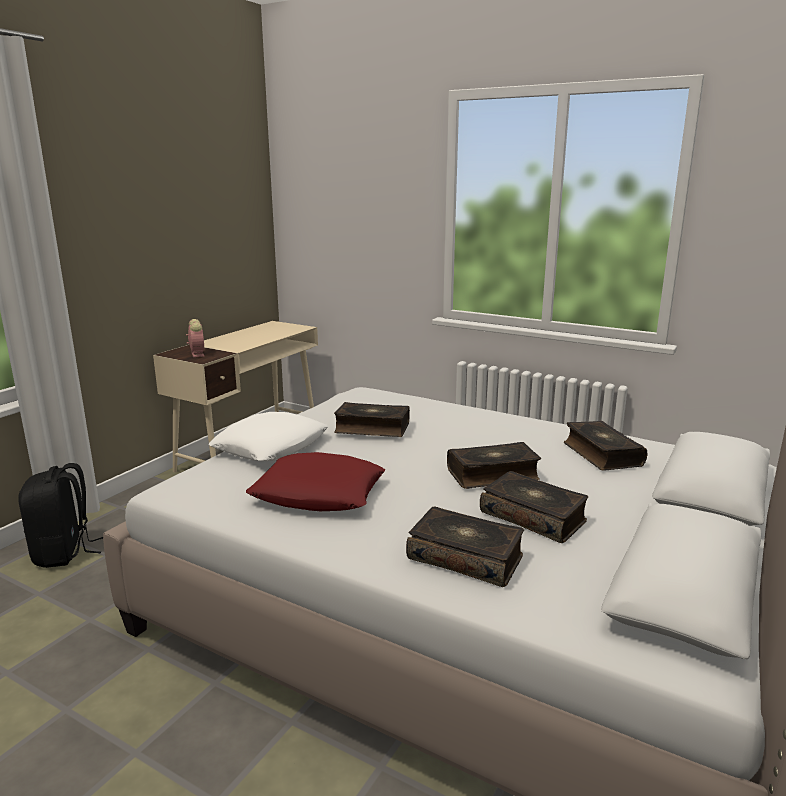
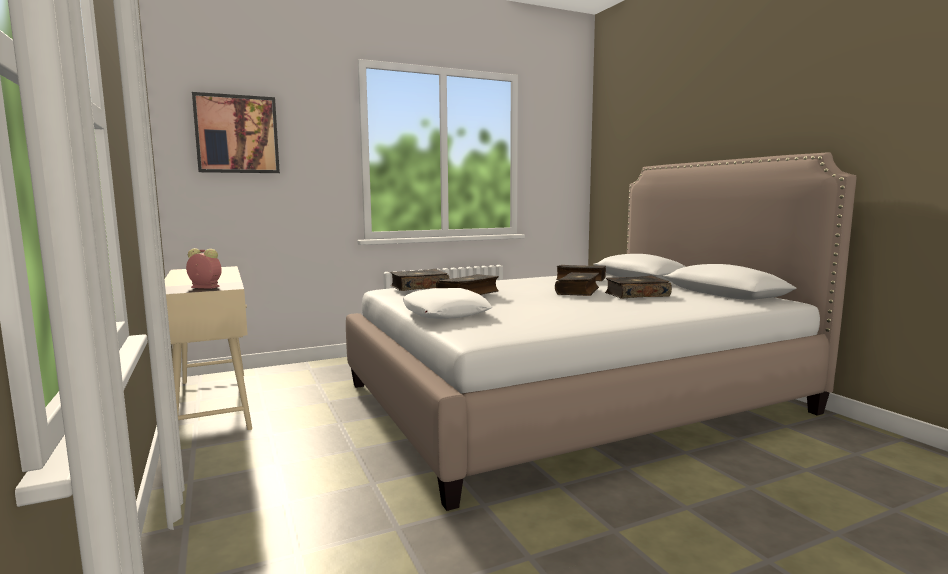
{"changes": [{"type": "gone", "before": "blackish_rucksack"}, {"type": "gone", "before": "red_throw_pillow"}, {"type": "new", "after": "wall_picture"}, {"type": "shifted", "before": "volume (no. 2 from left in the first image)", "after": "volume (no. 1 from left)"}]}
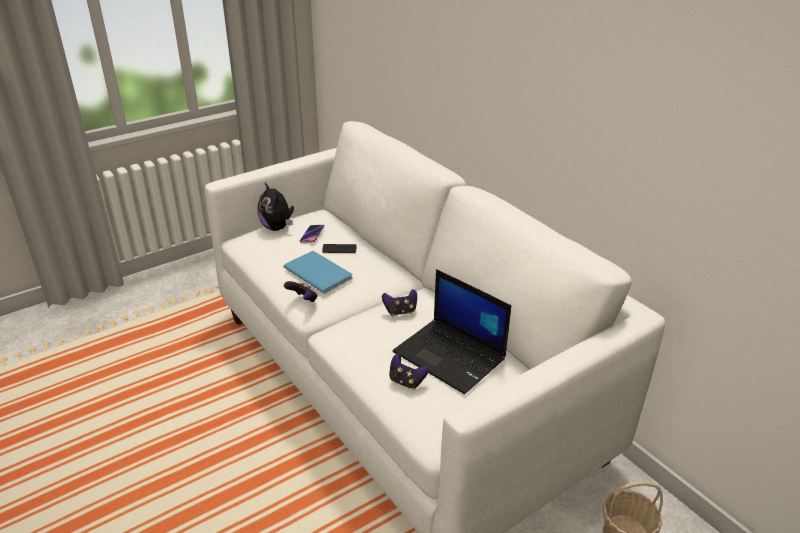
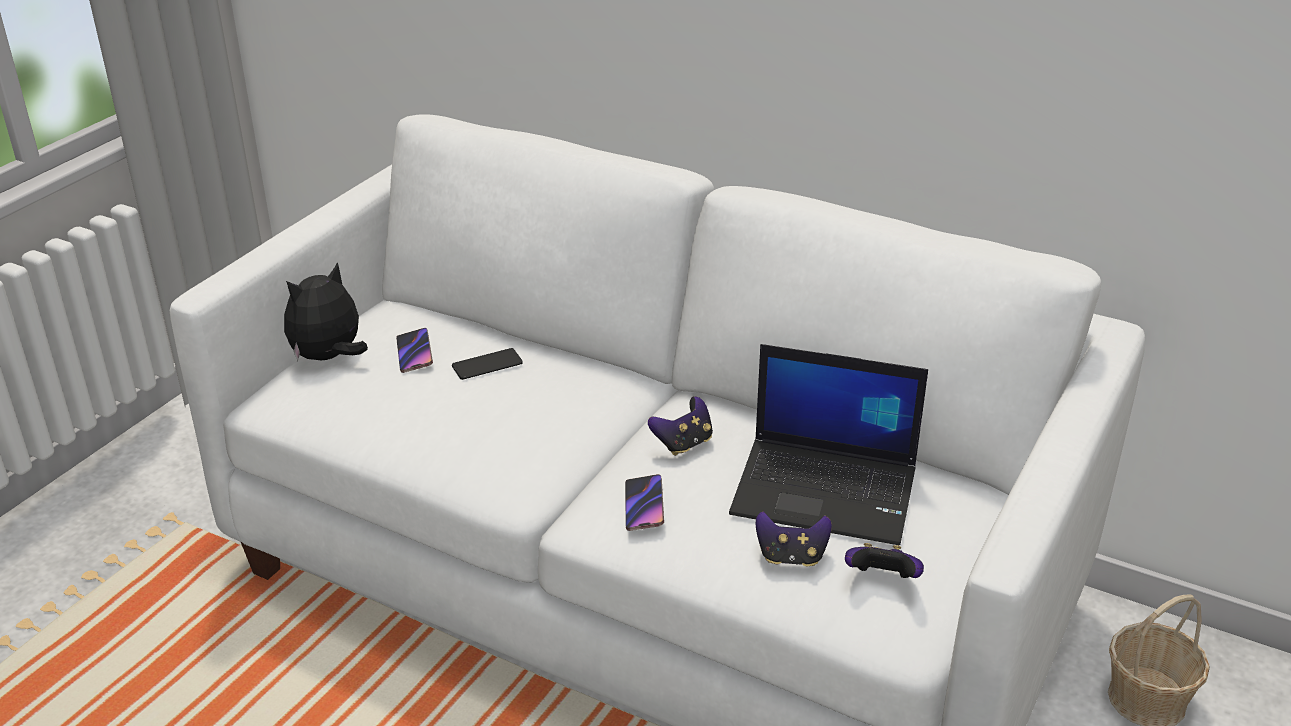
{"changes": [{"type": "gone", "before": "bluish_volume"}, {"type": "new", "after": "phone (no. 3 from left)"}, {"type": "shifted", "before": "game_controller (no. 1 from left in the first image)", "after": "game_controller (no. 3 from left)"}, {"type": "rotated", "before": "soft_toy", "turn": 105}]}
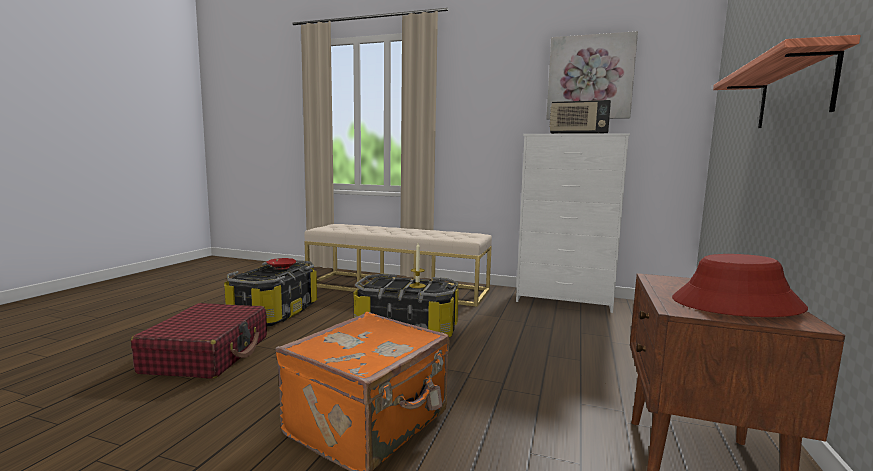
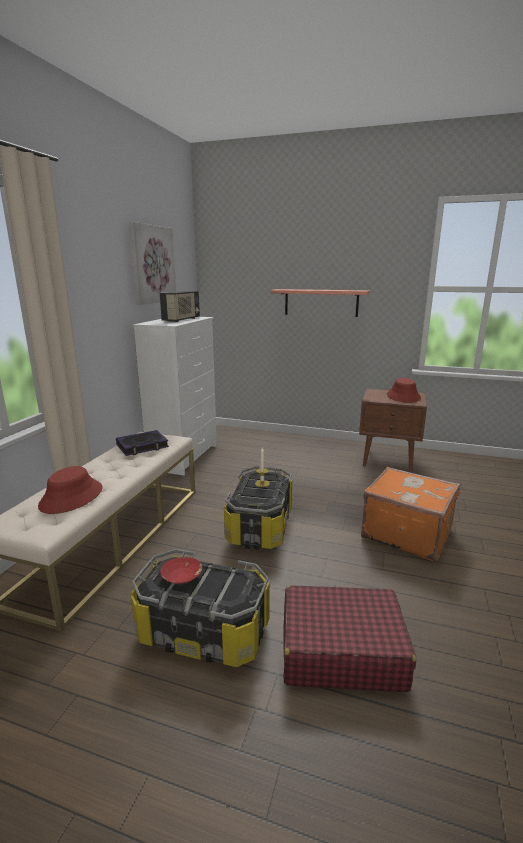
{"changes": [{"type": "new", "after": "red_clothing_hat (no. 1 from left)"}, {"type": "new", "after": "volume"}]}
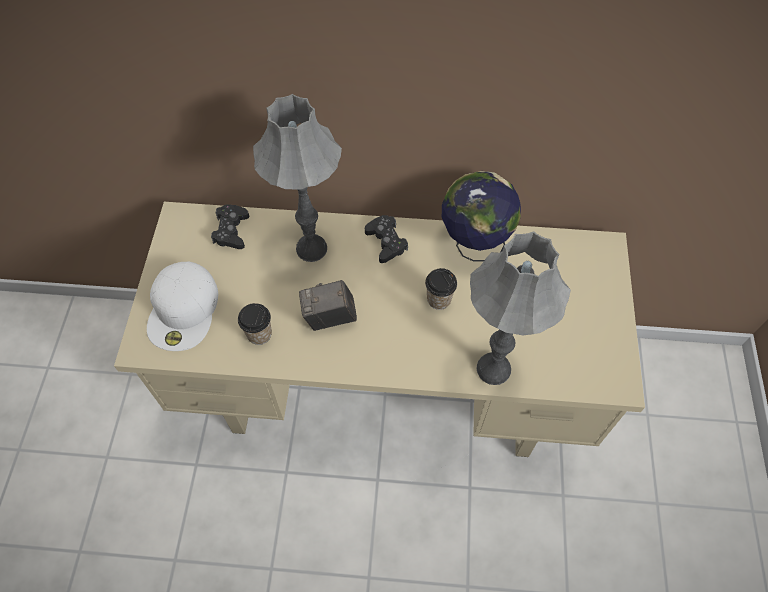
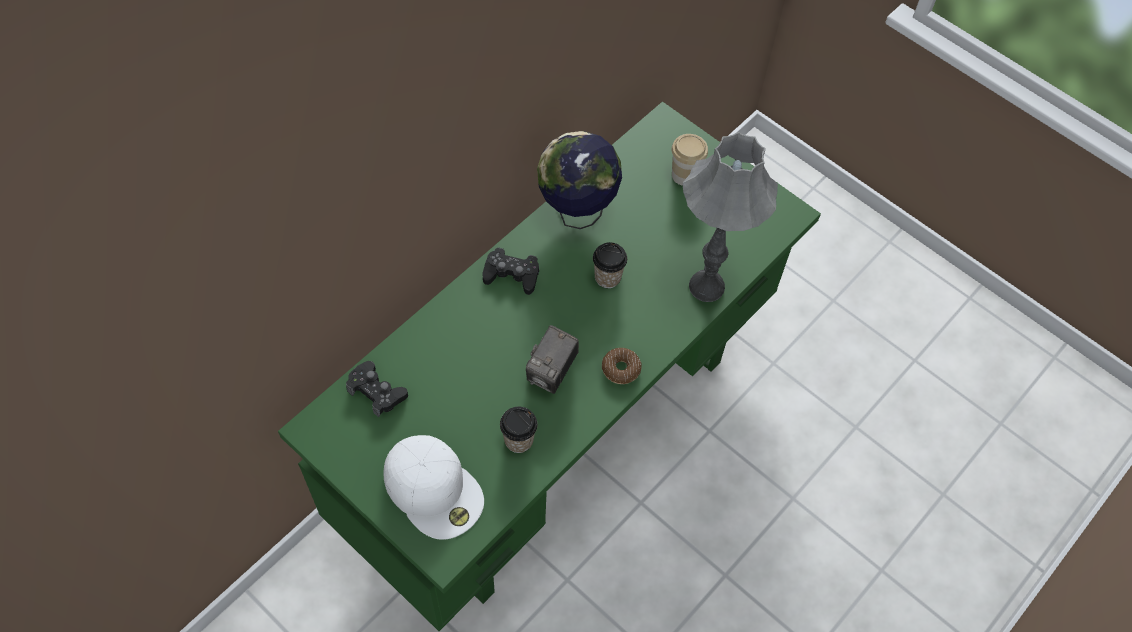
{"changes": [{"type": "gone", "before": "gray_tabletop_lamp (no. 1 from left)"}, {"type": "new", "after": "donut"}, {"type": "new", "after": "small_cup (no. 3 from left)"}, {"type": "repainted", "before": "sand-coloured_desk_unit", "after": "greenish_desk_unit"}]}
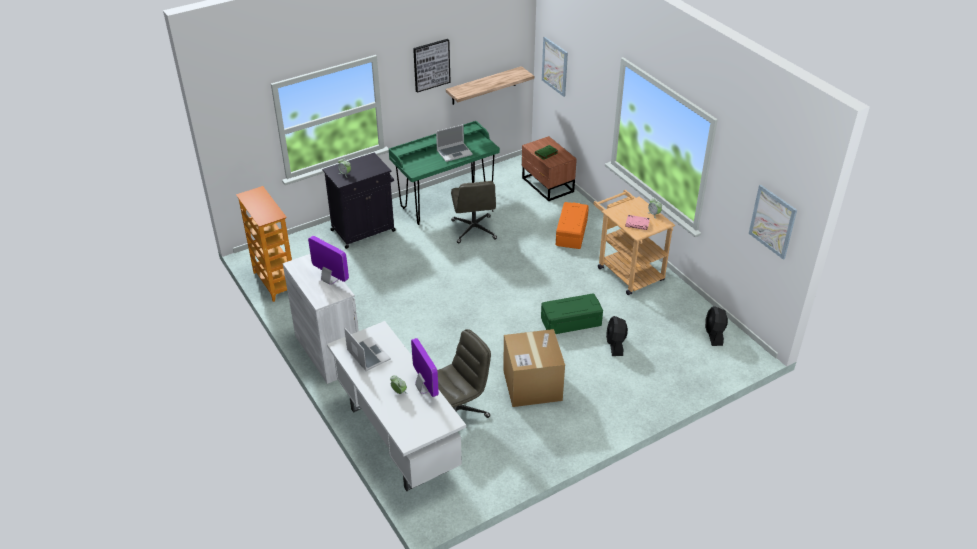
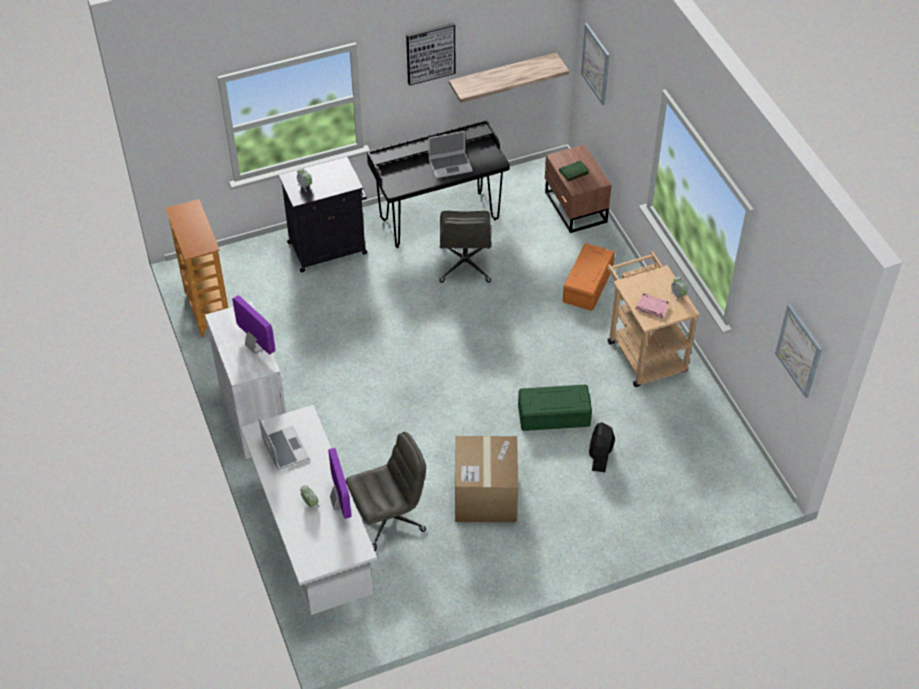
{"changes": [{"type": "gone", "before": "blackish_cooling_fan (no. 2 from left)"}, {"type": "repainted", "before": "greenish_desk_unit", "after": "blackish_desk_unit"}]}
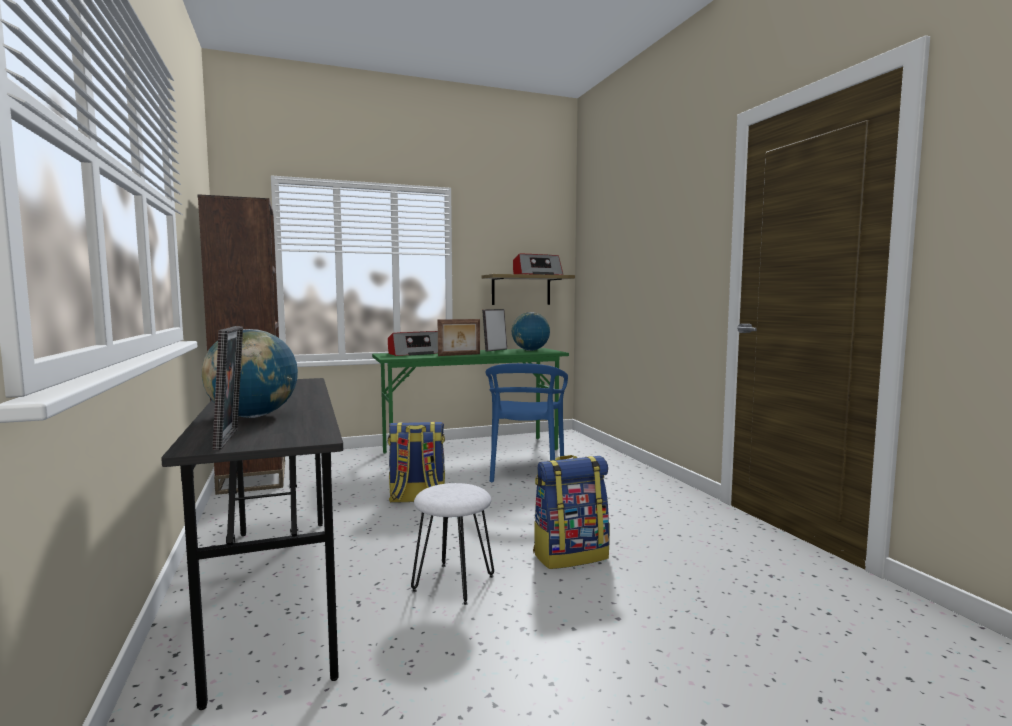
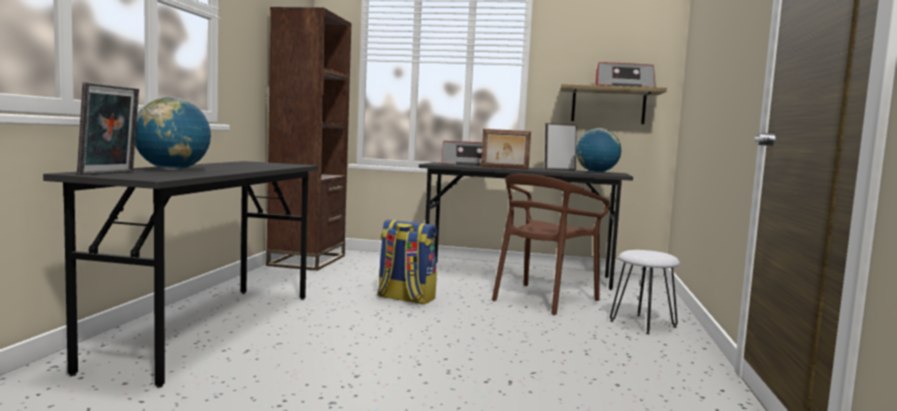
{"changes": [{"type": "gone", "before": "rucksack (no. 2 from left)"}, {"type": "shifted", "before": "whitish_stool"}, {"type": "repainted", "before": "greenish_desk_unit", "after": "gray_desk_unit (no. 2 from left)"}, {"type": "repainted", "before": "bluish_upright_chair", "after": "brown-coloured_upright_chair"}]}
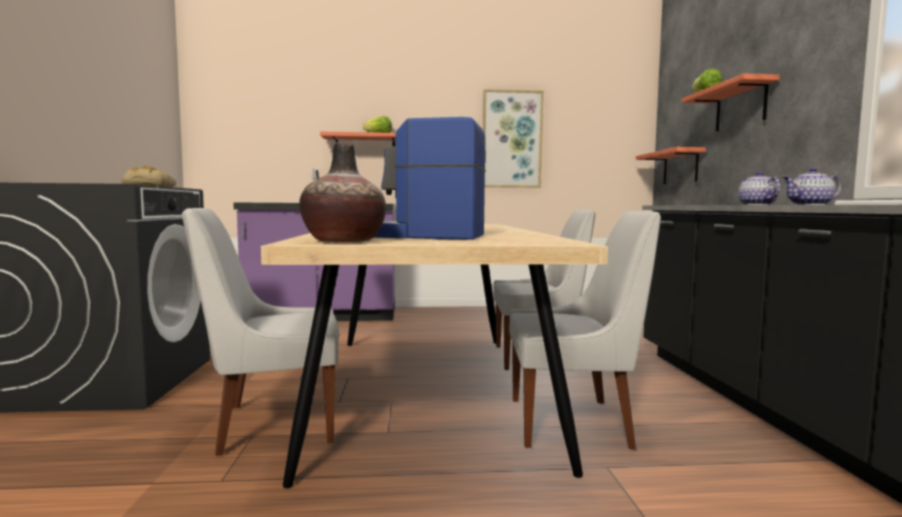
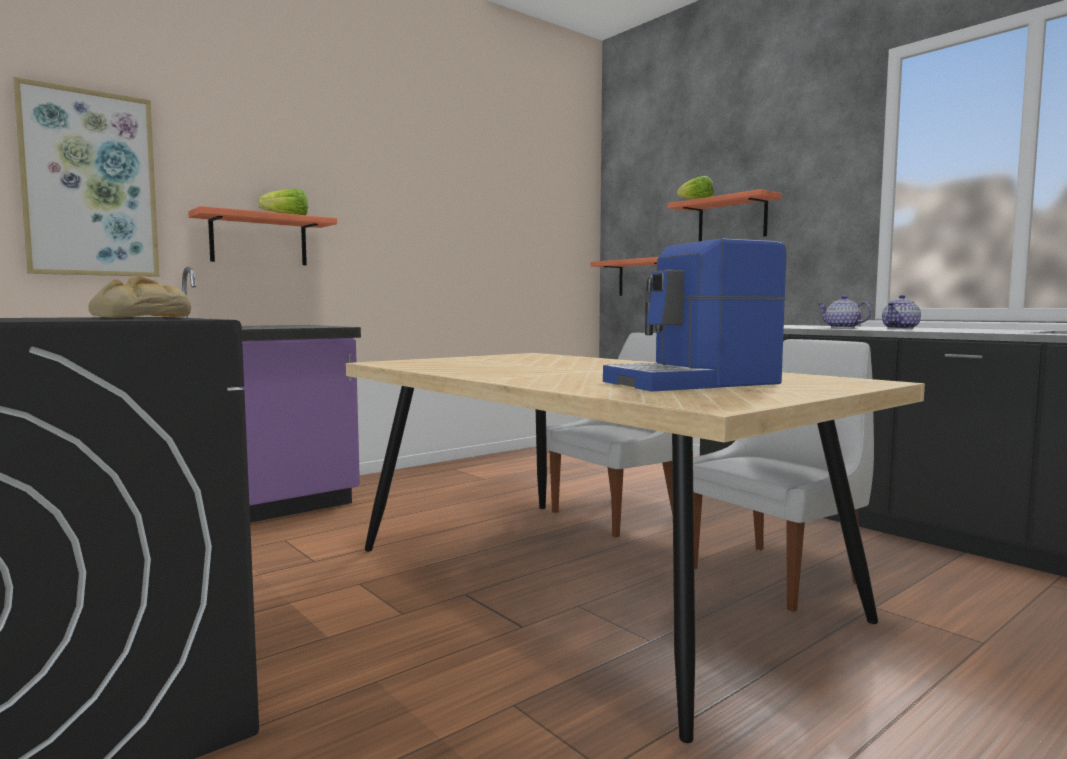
{"changes": [{"type": "gone", "before": "whitish_upright_chair (no. 1 from left)"}, {"type": "gone", "before": "decorative_vase"}, {"type": "shifted", "before": "wall_picture"}]}
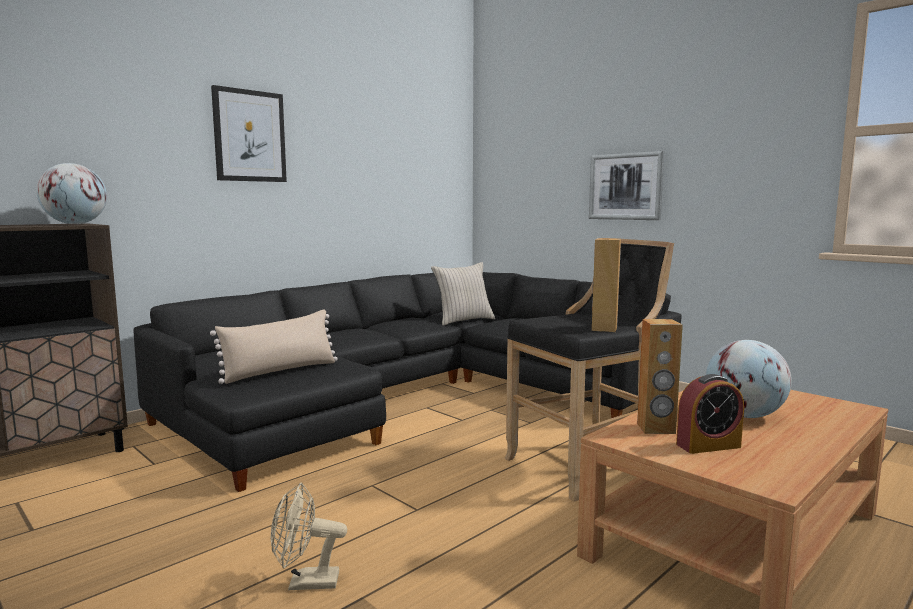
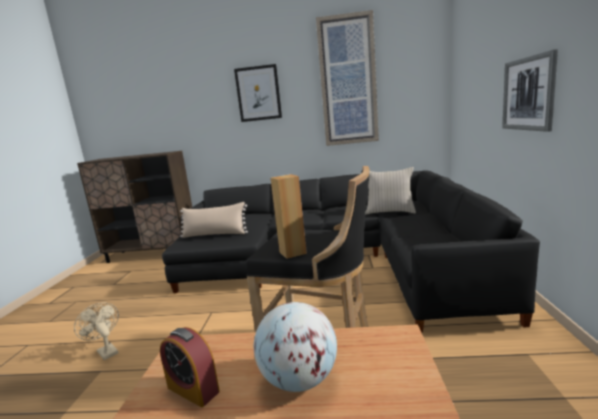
{"changes": [{"type": "gone", "before": "globe (no. 1 from left)"}, {"type": "gone", "before": "brown-coloured_loudspeaker (no. 2 from left)"}, {"type": "new", "after": "wall_picture (no. 2 from left)"}]}
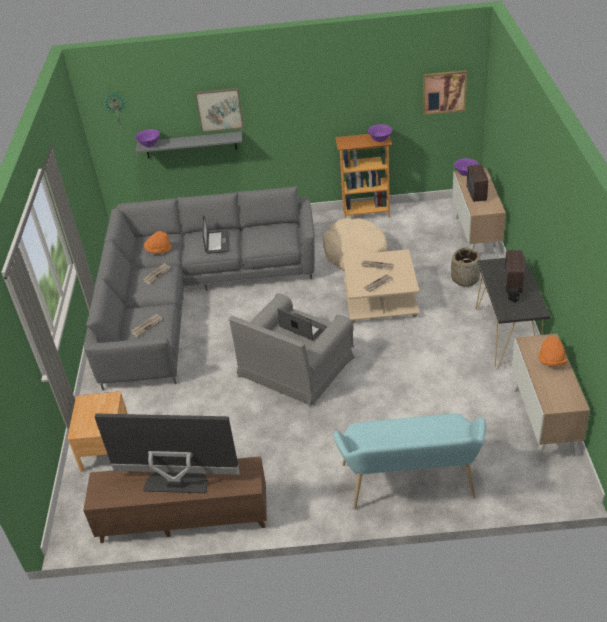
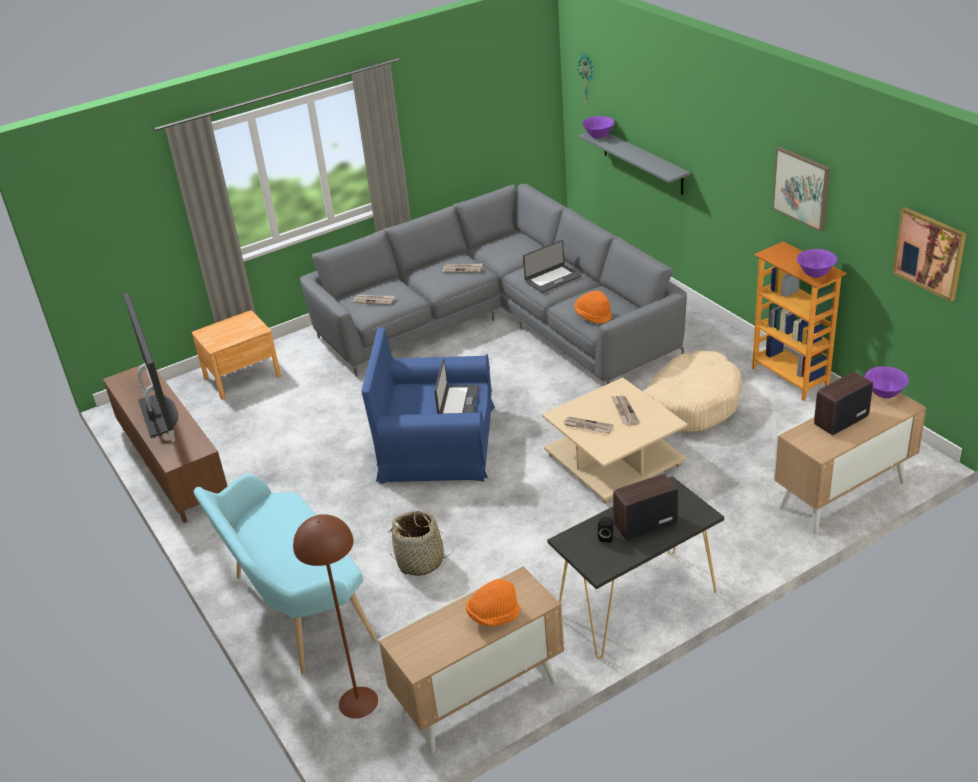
{"changes": [{"type": "new", "after": "brown-coloured_standard_lamp"}, {"type": "shifted", "before": "orange-coloured_clothing_hat (no. 1 from left in the first image)", "after": "orange-coloured_clothing_hat (no. 2 from left)"}, {"type": "shifted", "before": "wall_picture (no. 1 from left)"}, {"type": "shifted", "before": "storage_basket"}, {"type": "repainted", "before": "gray_lounge_chair", "after": "bluish_lounge_chair"}]}
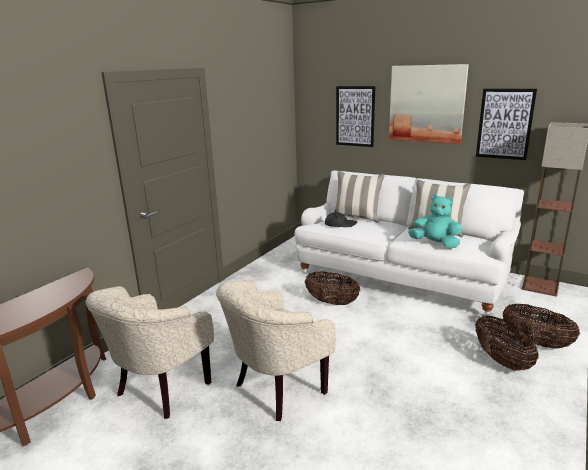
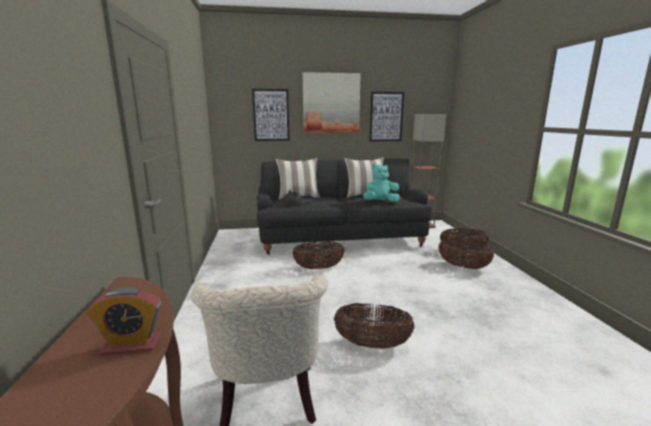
{"changes": [{"type": "new", "after": "bedside_clock"}, {"type": "swapped", "before": "sand-coloured_lounge_chair (no. 2 from left)", "after": "storage_basket (no. 2 from left)"}, {"type": "repainted", "before": "whitish_settee", "after": "blackish_settee"}]}
